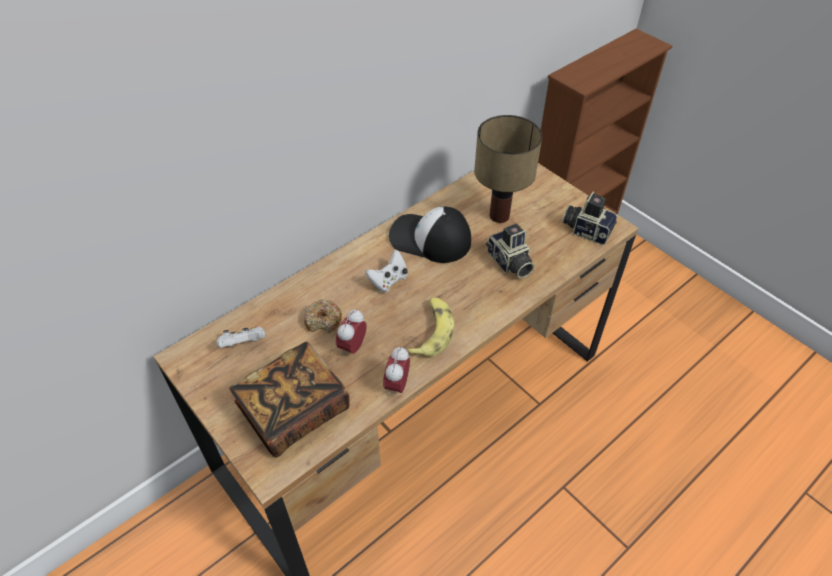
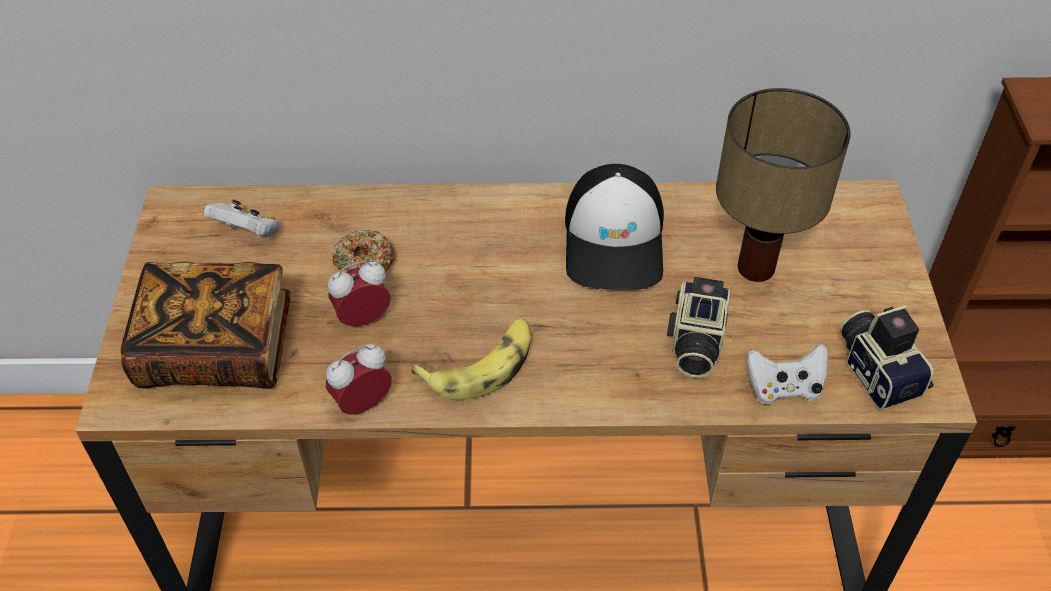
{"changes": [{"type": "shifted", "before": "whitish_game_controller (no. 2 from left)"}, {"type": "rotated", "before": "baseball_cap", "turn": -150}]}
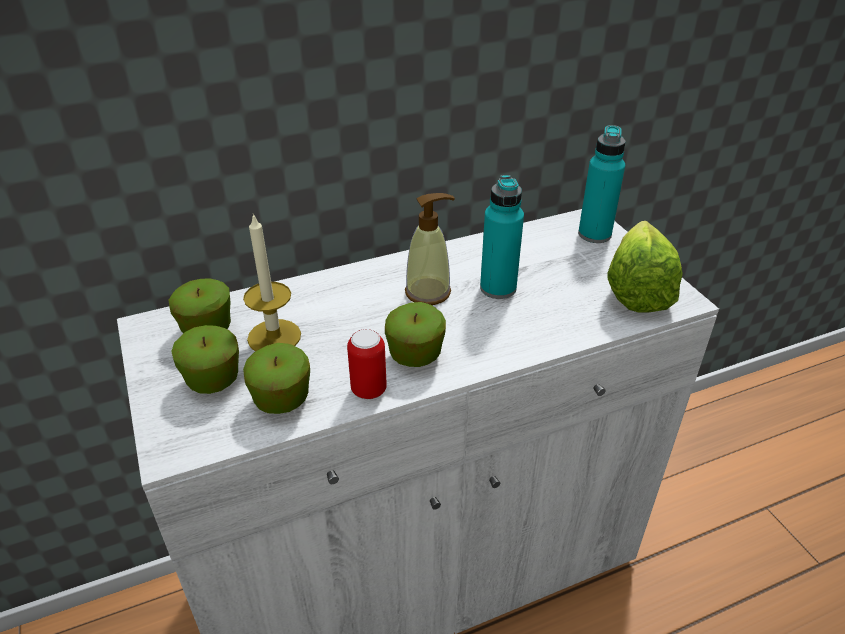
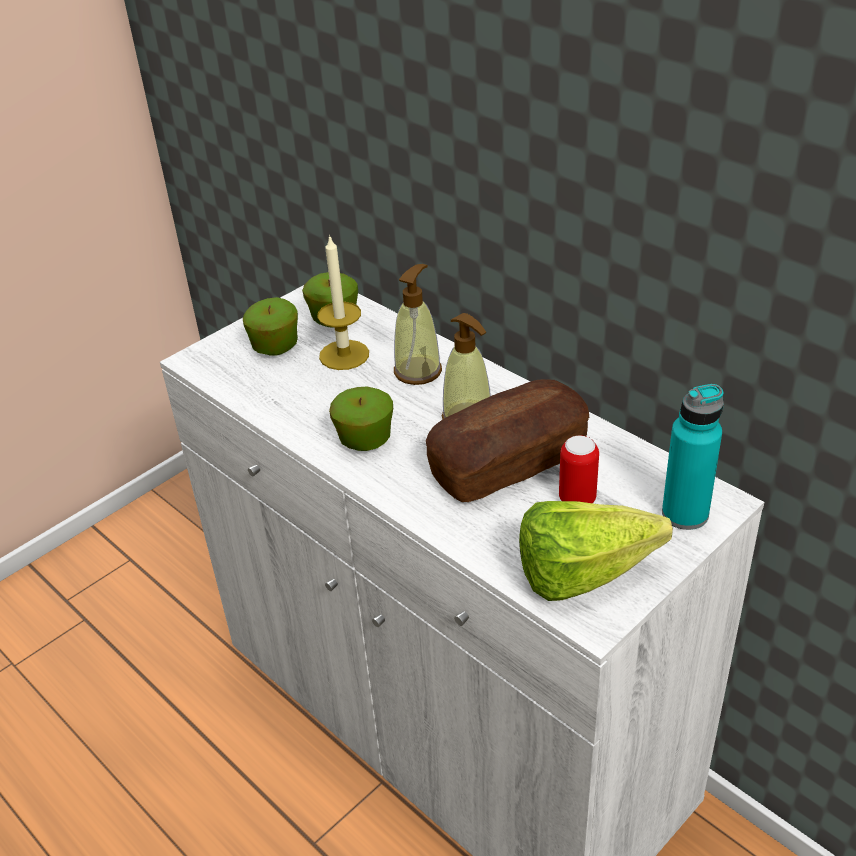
{"changes": [{"type": "gone", "before": "apple_fruit (no. 3 from left)"}, {"type": "new", "after": "soap_bottle (no. 1 from left)"}, {"type": "shifted", "before": "sealed_can"}, {"type": "swapped", "before": "blue-green_bottle (no. 1 from left)", "after": "bread"}]}
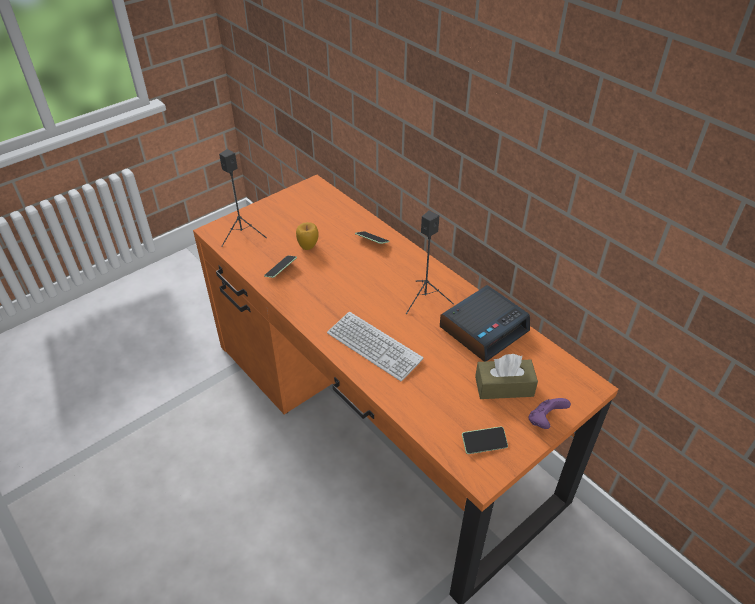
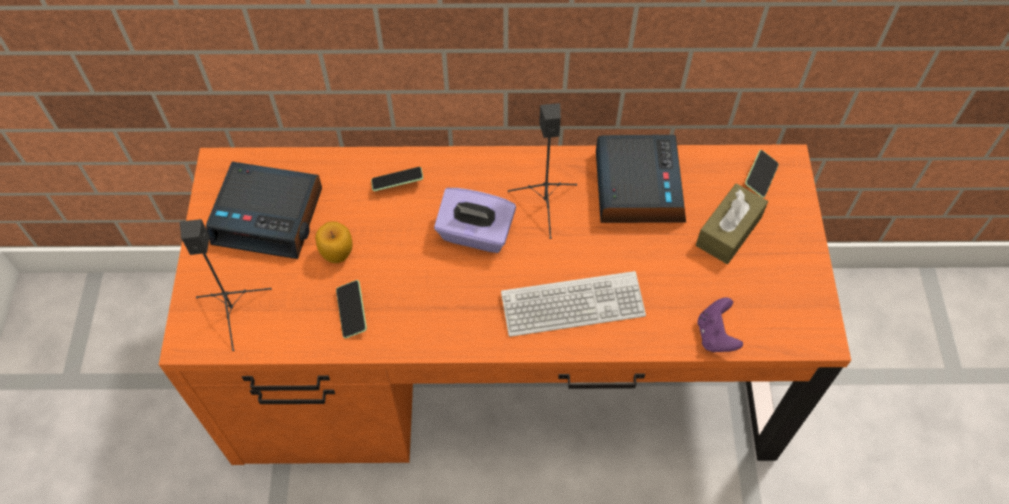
{"changes": [{"type": "new", "after": "bedside_clock (no. 1 from left)"}, {"type": "new", "after": "purple-coloured_tissue_box"}, {"type": "shifted", "before": "phone (no. 3 from left)"}, {"type": "shifted", "before": "purple-coloured_game_controller"}]}
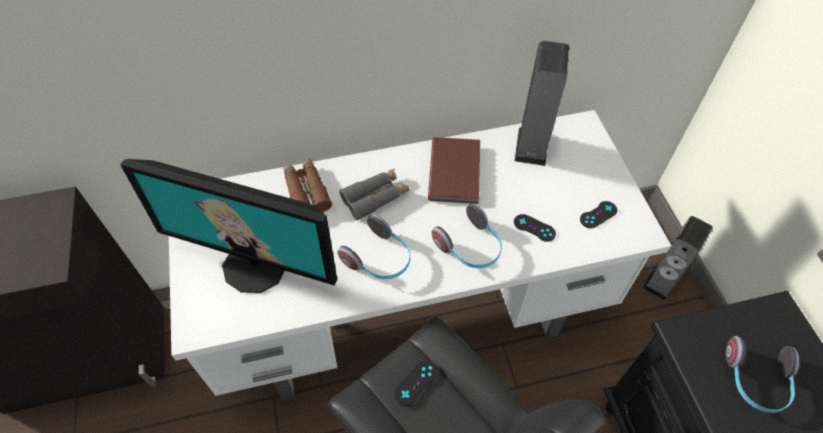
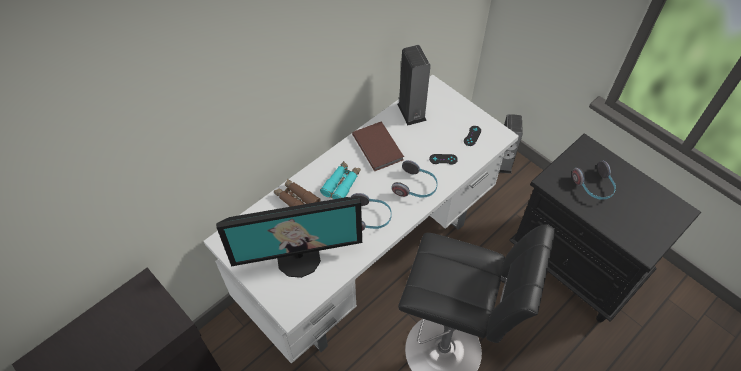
{"changes": [{"type": "gone", "before": "blackish_game_controller (no. 1 from left)"}, {"type": "repainted", "before": "gray_binoculars", "after": "blue-green_binoculars"}]}
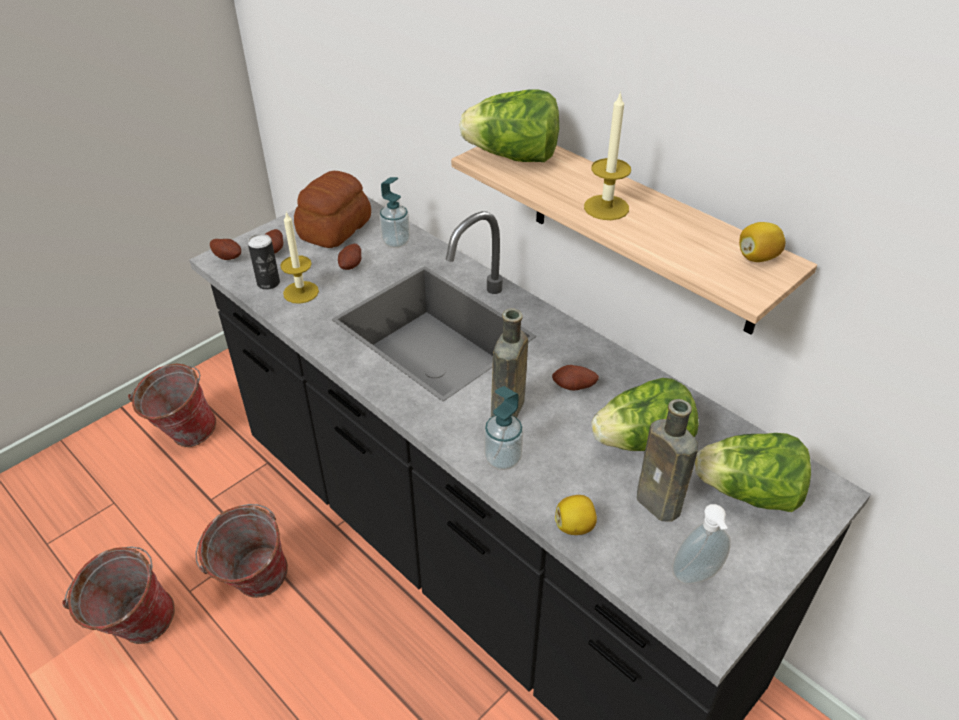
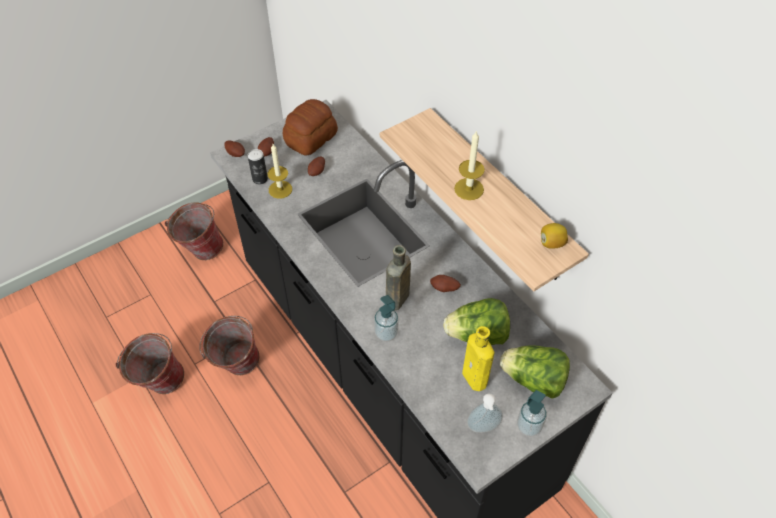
{"changes": [{"type": "gone", "before": "lettuce (no. 1 from left)"}, {"type": "gone", "before": "lemon (no. 1 from left)"}, {"type": "shifted", "before": "soap_bottle (no. 1 from left in the first image)", "after": "soap_bottle (no. 3 from left)"}, {"type": "repainted", "before": "brown-coloured_bottle (no. 2 from left)", "after": "yellow-coloured_bottle"}]}
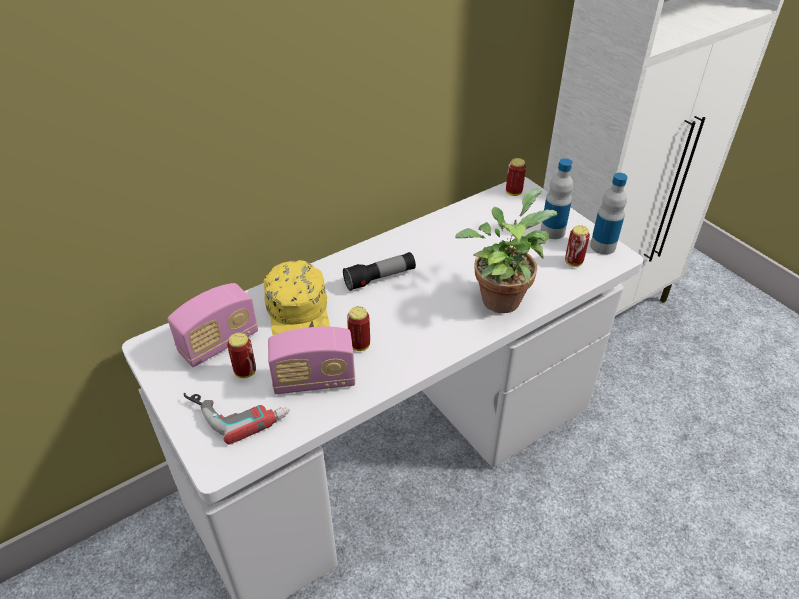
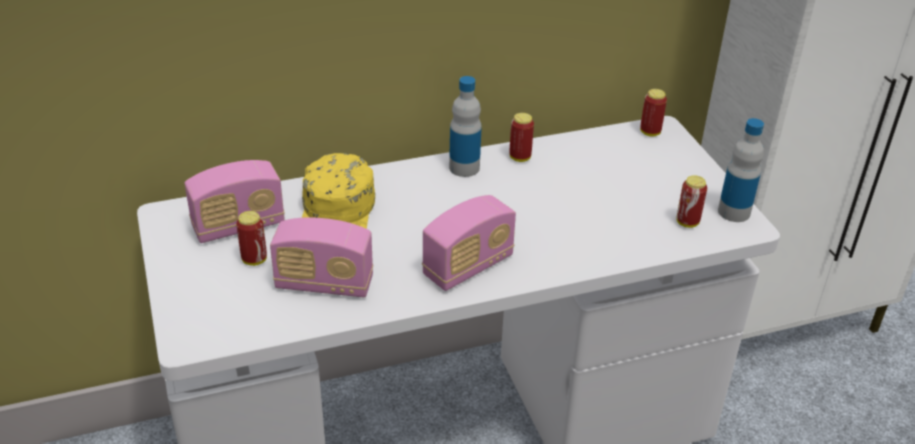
{"changes": [{"type": "gone", "before": "power_drill"}, {"type": "gone", "before": "torch"}, {"type": "gone", "before": "plant_in_a_pot"}, {"type": "new", "after": "radio (no. 3 from left)"}, {"type": "shifted", "before": "sealed_can (no. 2 from left)"}, {"type": "shifted", "before": "bottle (no. 1 from left)"}]}
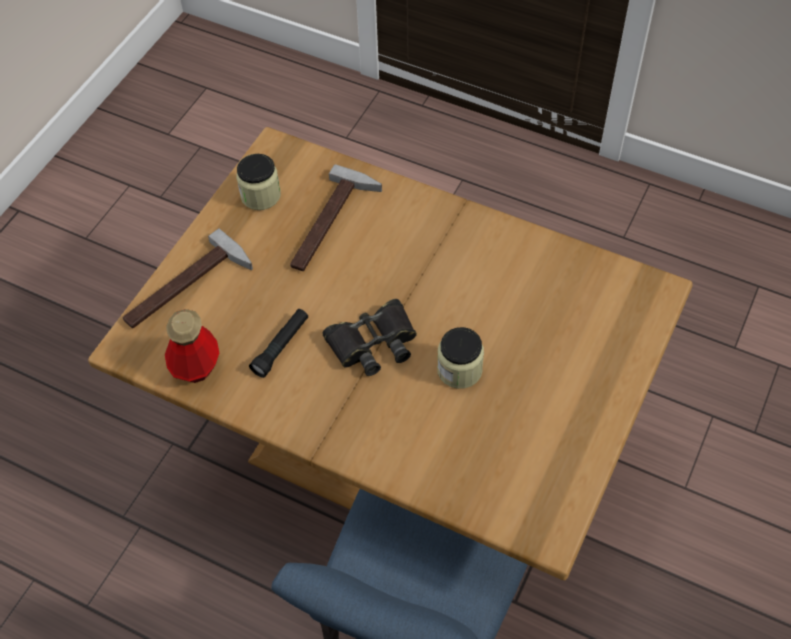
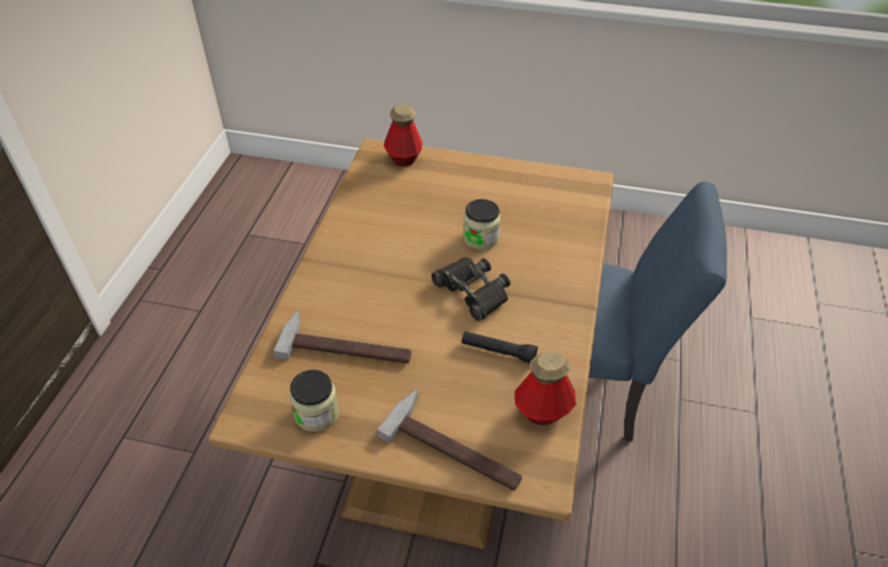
{"changes": [{"type": "new", "after": "bottle (no. 1 from left)"}]}
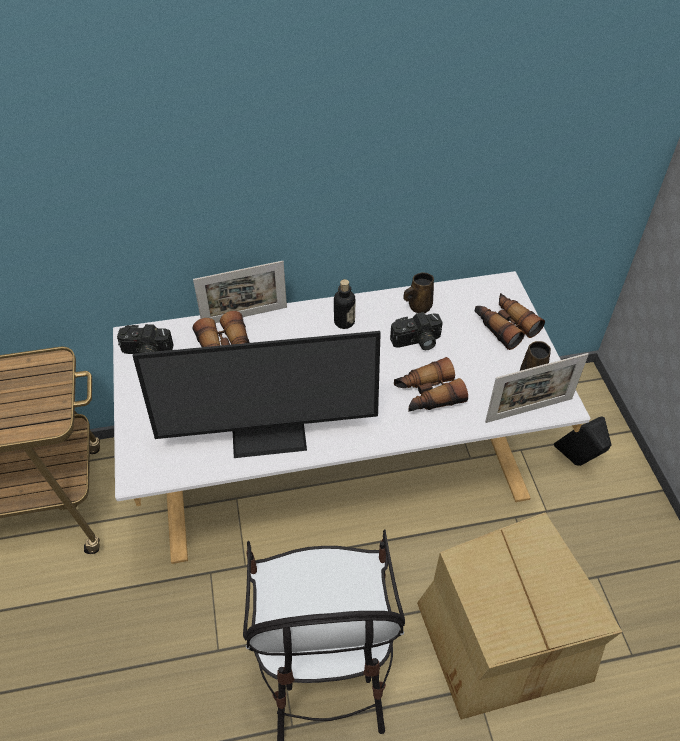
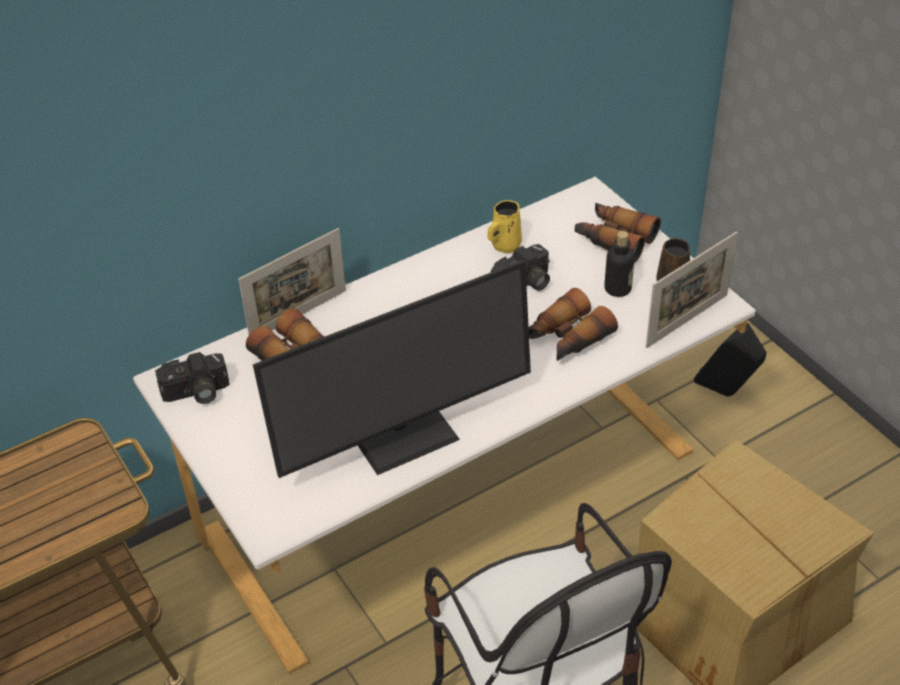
{"changes": [{"type": "shifted", "before": "bottle"}, {"type": "repainted", "before": "brown-coloured_coffee_mug (no. 1 from left)", "after": "yellow-coloured_coffee_mug"}]}
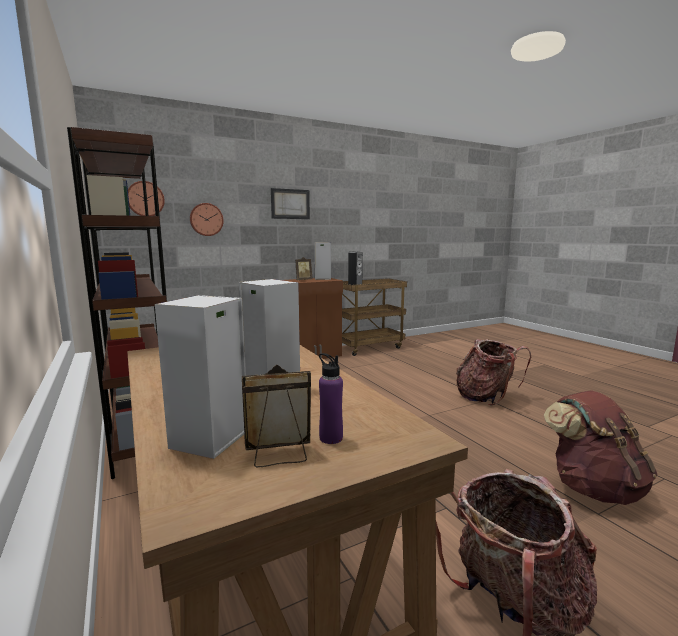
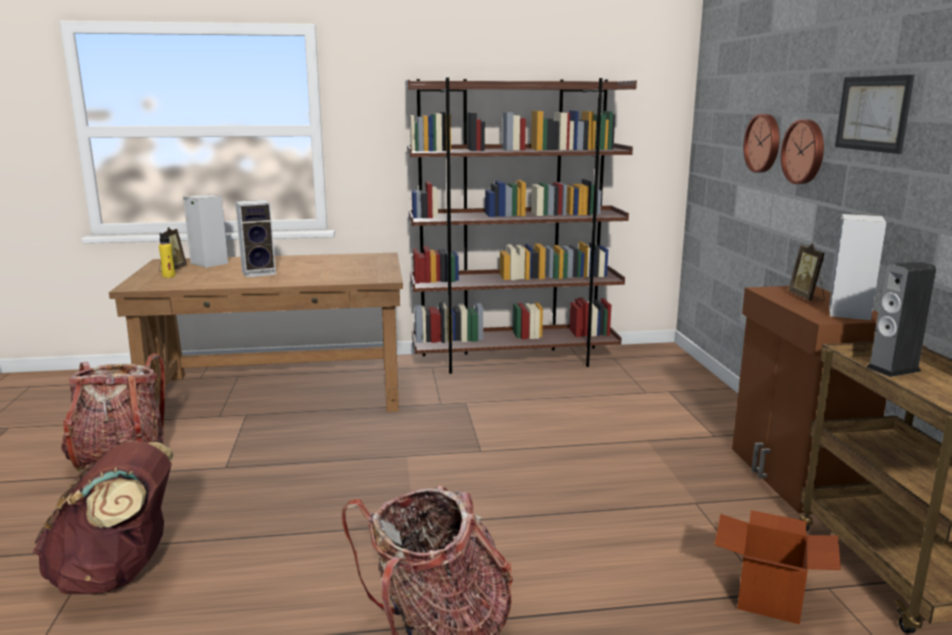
{"changes": [{"type": "new", "after": "cardboard_box"}, {"type": "shifted", "before": "clock_on_the_wall (no. 1 from left in the first image)", "after": "clock_on_the_wall (no. 2 from left)"}, {"type": "repainted", "before": "purple-coloured_bottle", "after": "yellow-coloured_bottle"}]}
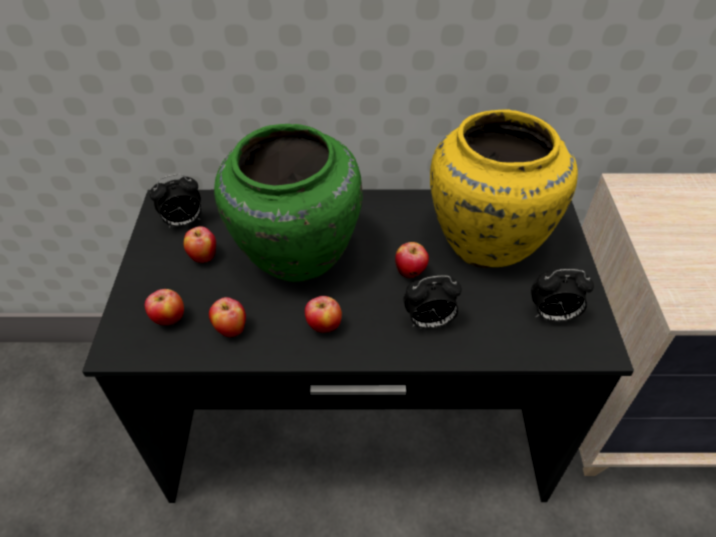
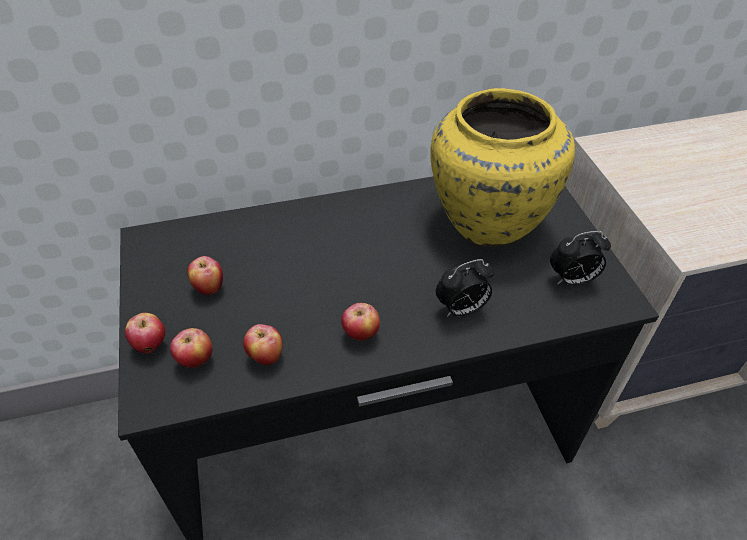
{"changes": [{"type": "gone", "before": "bedside_clock (no. 1 from left)"}, {"type": "gone", "before": "greenish_decorative_vase"}, {"type": "shifted", "before": "apple_fruit (no. 5 from left in the first image)", "after": "apple_fruit (no. 1 from left)"}]}
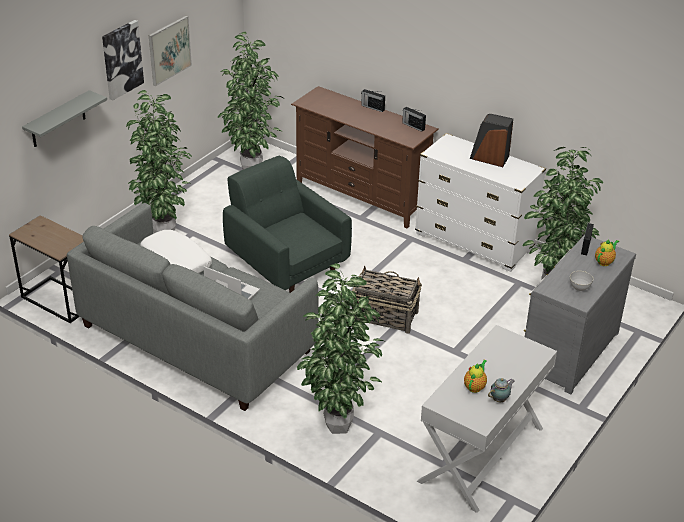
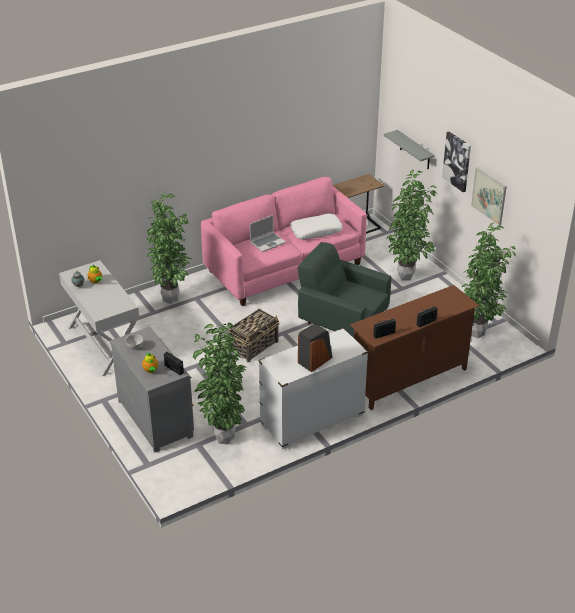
{"changes": [{"type": "repainted", "before": "gray_settee", "after": "pink_settee"}, {"type": "rotated", "before": "greenish_lounge_chair", "turn": -135}]}
